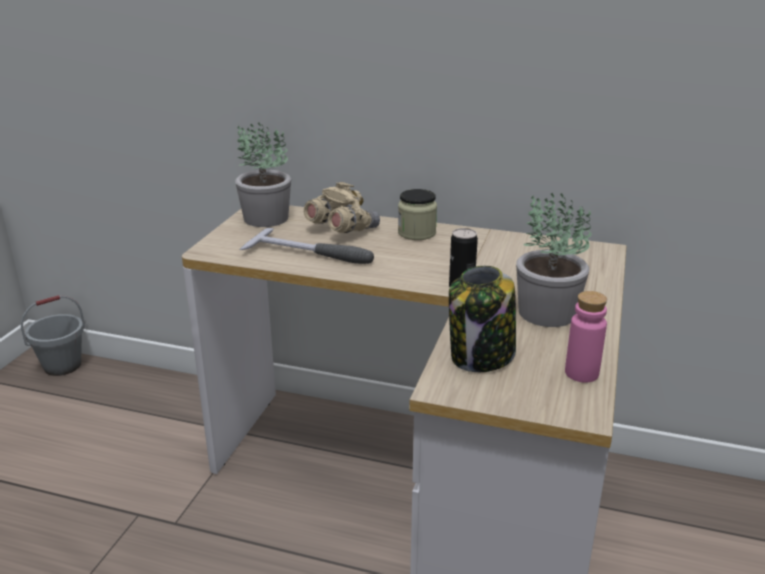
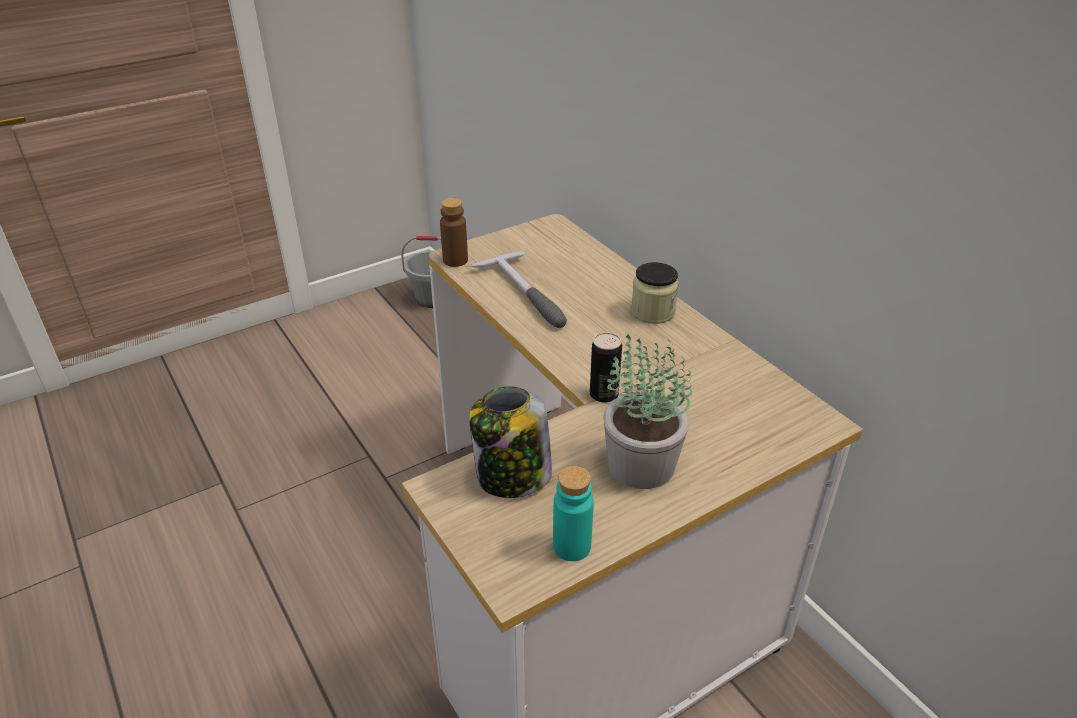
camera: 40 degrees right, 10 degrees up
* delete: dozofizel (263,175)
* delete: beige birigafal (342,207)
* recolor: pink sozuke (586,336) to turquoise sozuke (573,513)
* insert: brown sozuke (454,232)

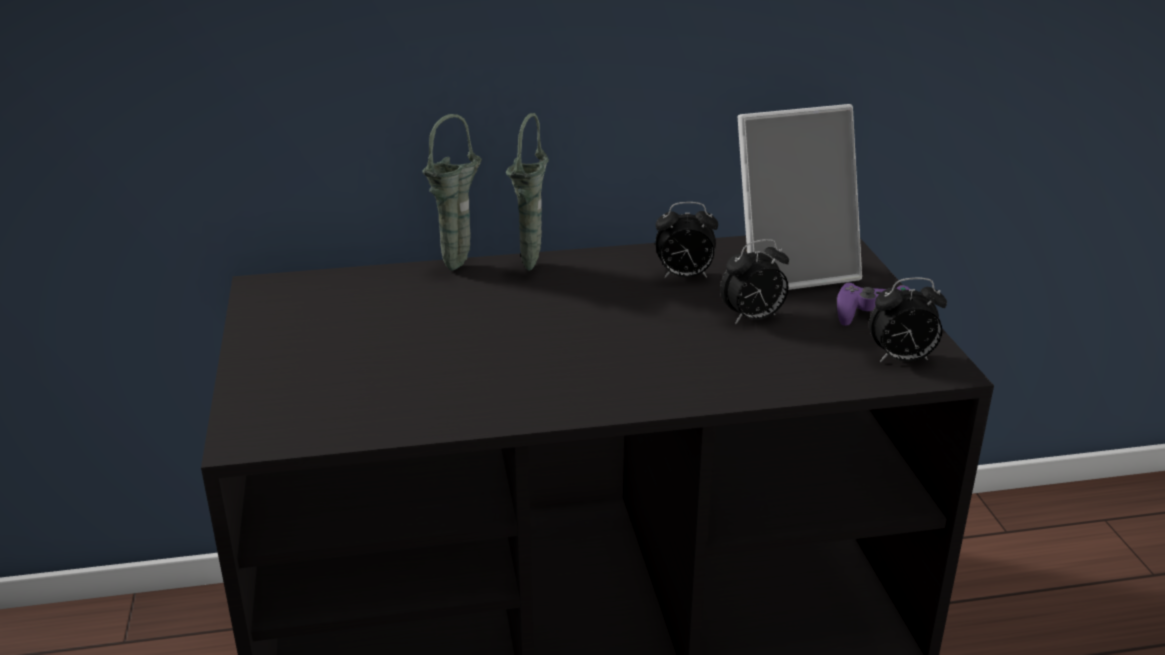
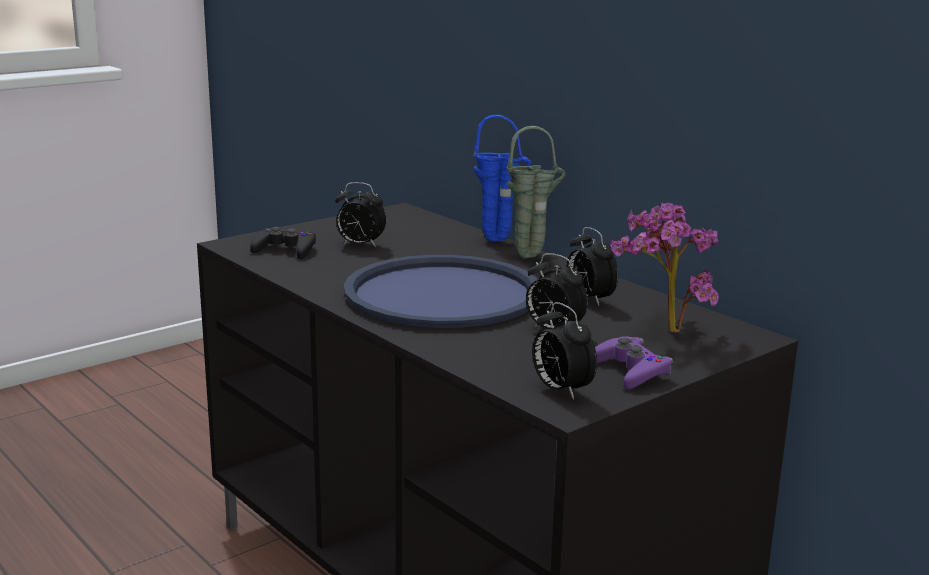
camera: 60 degrees right, 10 degrees down
* recolor: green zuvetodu (452,192) to blue zuvetodu (502,178)
* replace: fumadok (800,197) to dozofizel (664,267)
* insert: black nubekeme (283,243)
* insert: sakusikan (360,214)
* insert: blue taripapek (441,291)

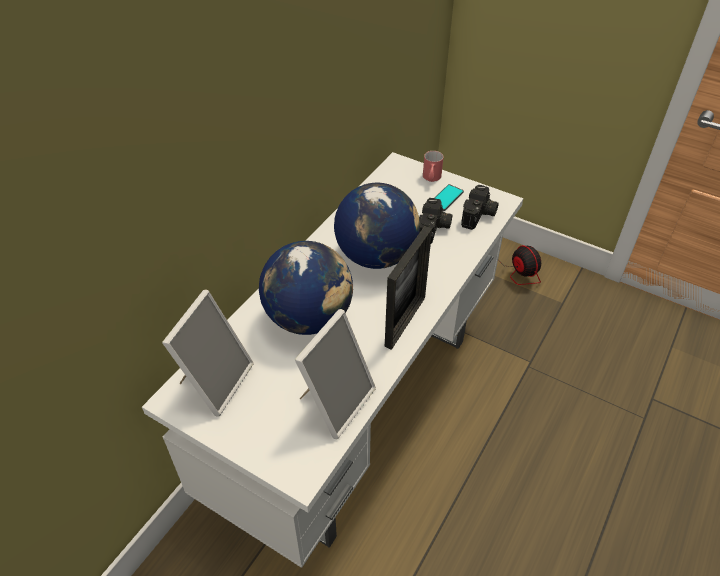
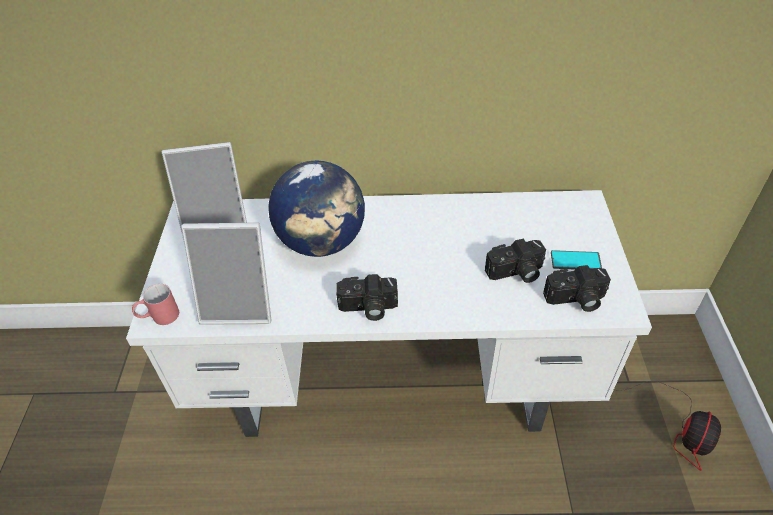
camera: 60 degrees right, 0 degrees up
* delete: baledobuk (377,226)
* replace: fumadok (408,288) to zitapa (367,297)
* move: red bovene (433,166) to (155,304)

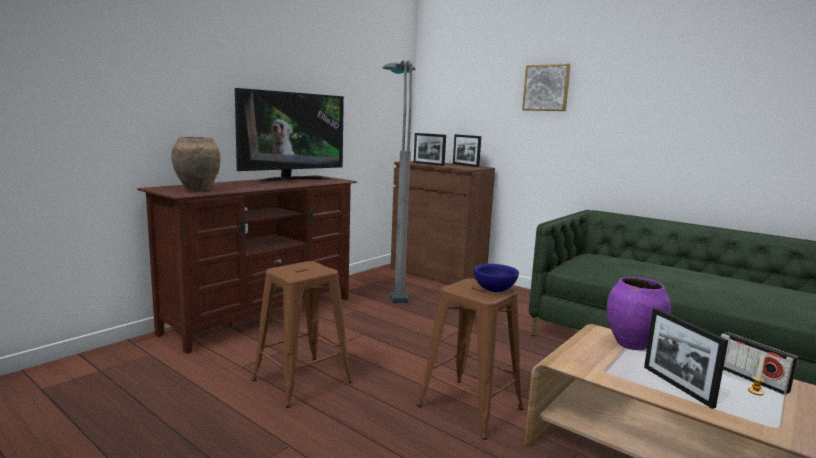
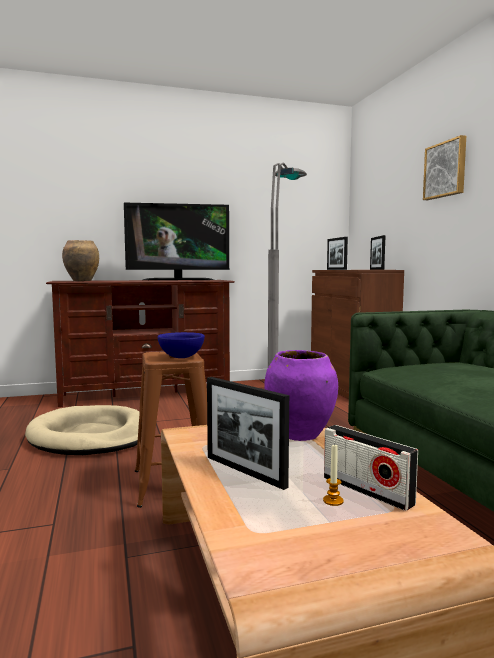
camera: 35 degrees right, 5 degrees down
* replace: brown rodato (302,334) to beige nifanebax (82,430)
* rotate: fumadok (686,358) = (248,433) 60 degrees counterclockwise
* rotate: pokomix (759,363) = (371,468) 45 degrees counterclockwise

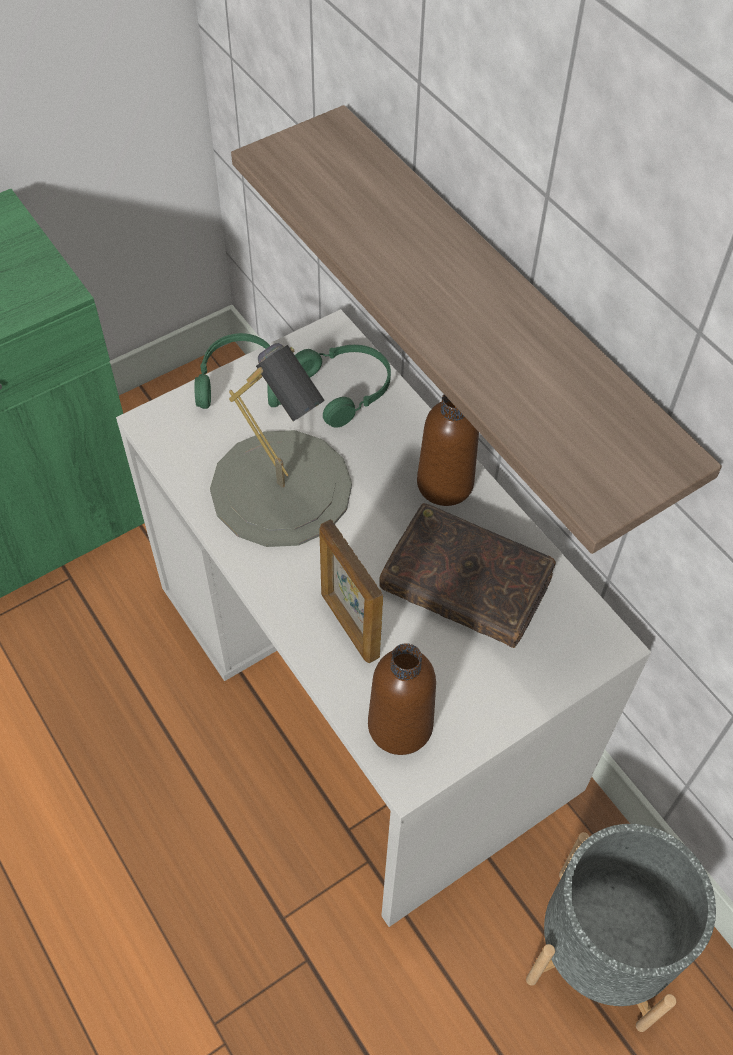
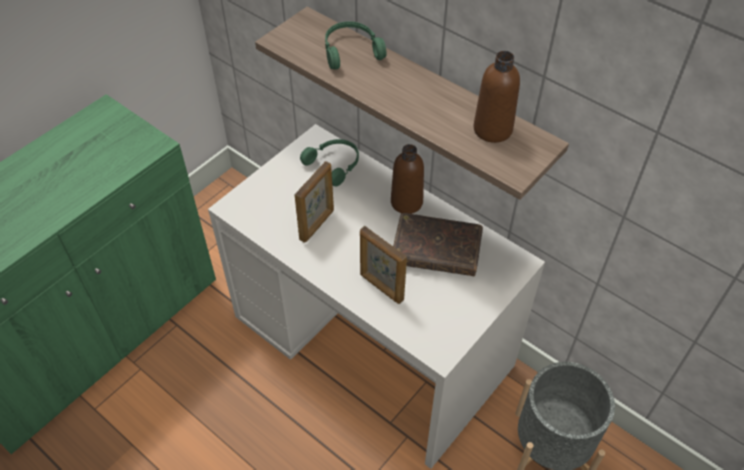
camera: 15 degrees left, 5 degrees down
* move: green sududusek (237,371) to (356,45)
* replace: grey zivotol (281,445) to fumadok (314,202)
* move: brown sozuke (402,699) to (497,97)

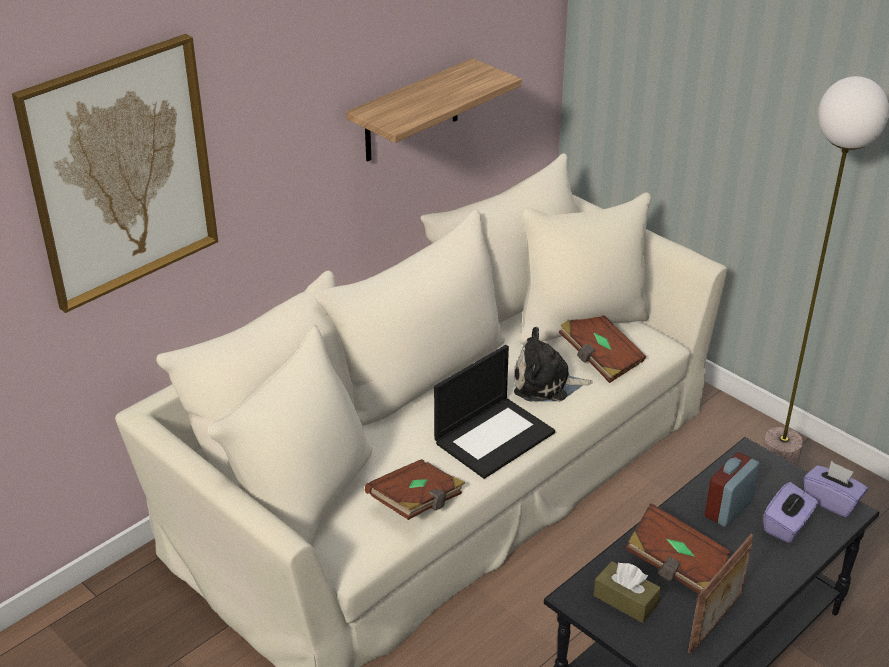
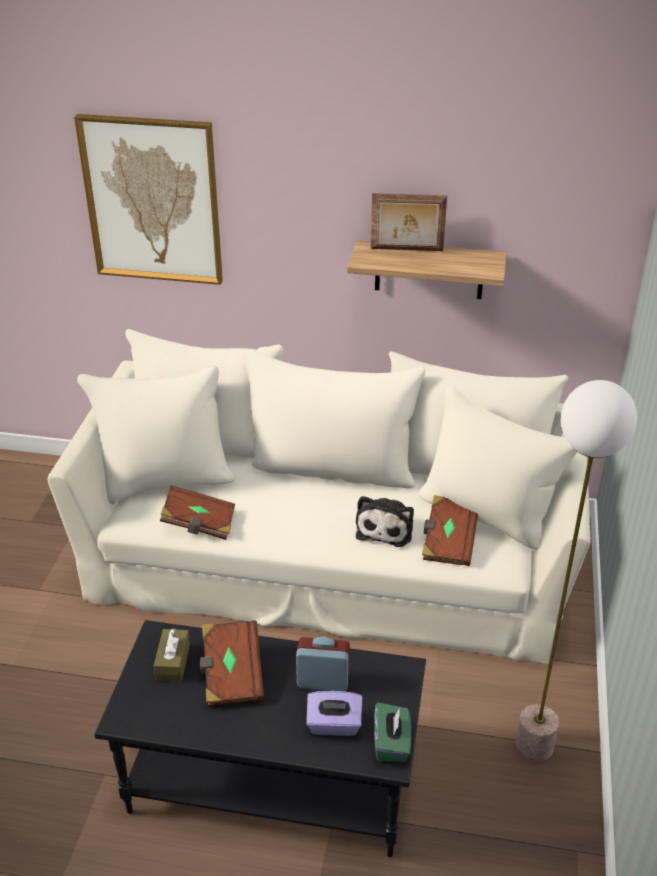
camera: 55 degrees right, 0 degrees up
* delete: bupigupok (494,412)
* rotate: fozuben (553,364) = (385,521) 135 degrees counterclockwise
* move: fumadok (720,593) to (409,222)
* recolor: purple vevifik (836,489) to green vevifik (392,732)

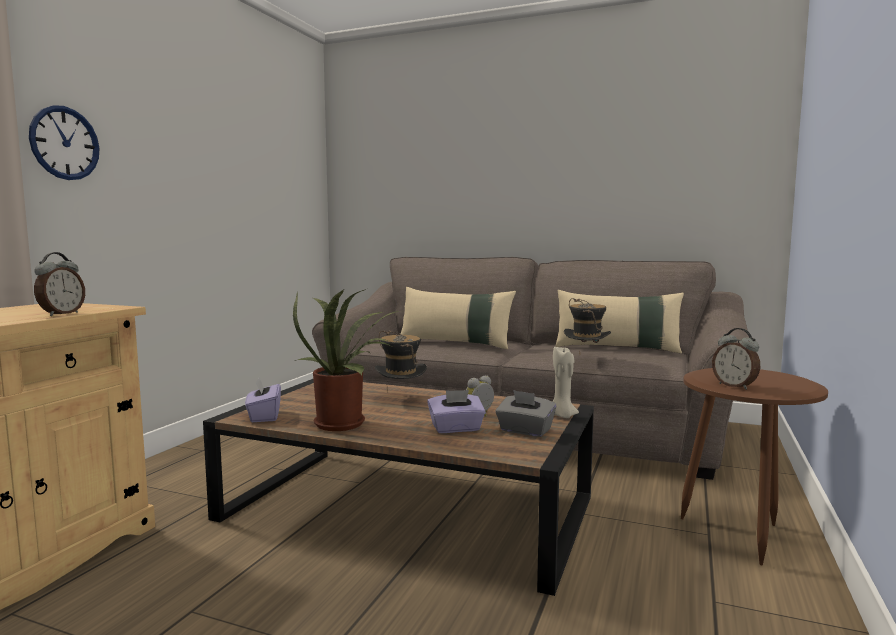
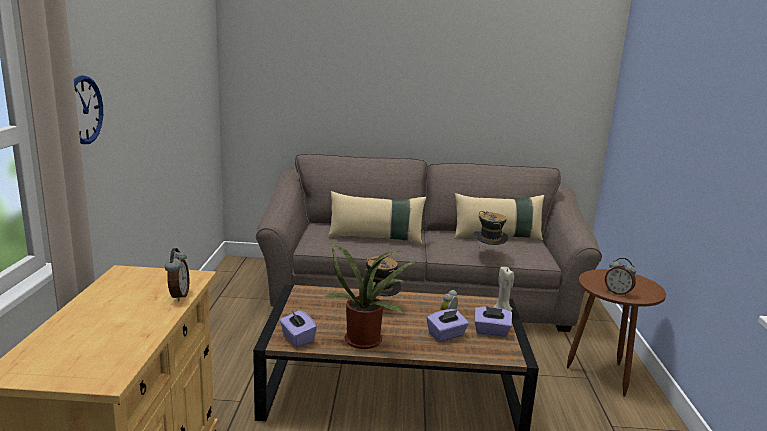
camera: 20 degrees left, 10 degrees up
* recolor: grey vevifik (525,413) to purple vevifik (493,321)

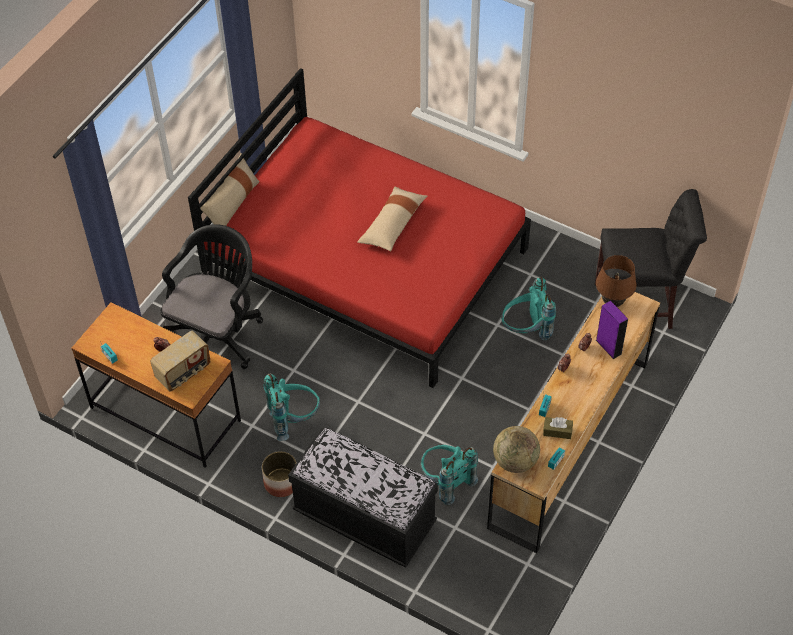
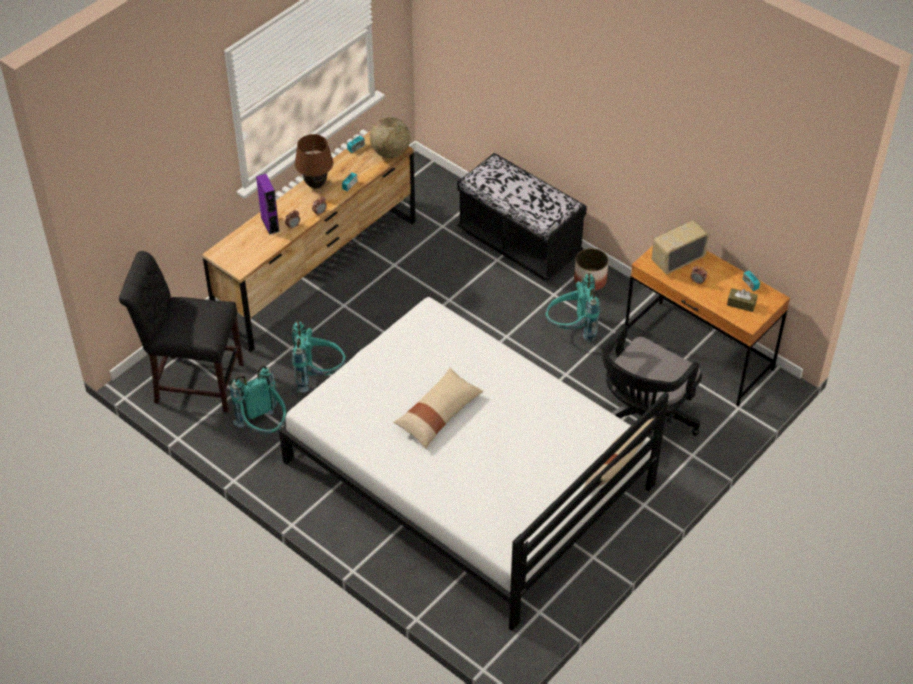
camera: 170 degrees left, 5 degrees down
* recolor: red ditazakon (359,228) to white ditazakon (474,464)
* move: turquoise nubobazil (449,475) to (258,399)
* move: brown vevifik (558,428) to (742,300)
* move: brown zivotol (616,281) to (314,161)

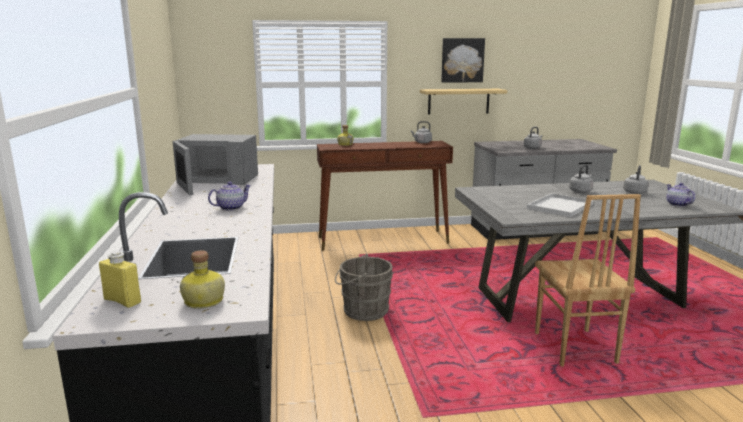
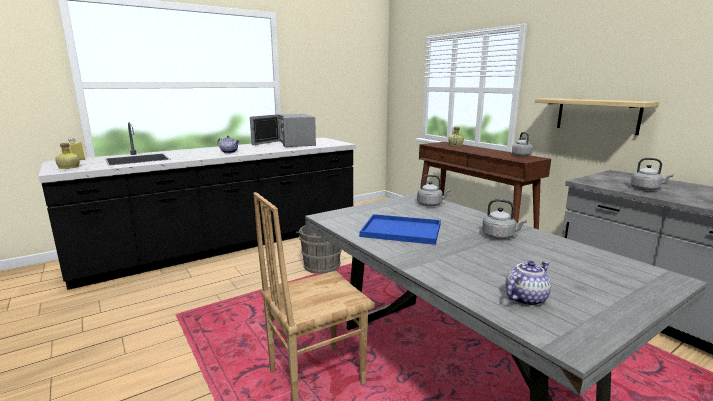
camera: 65 degrees right, 0 degrees up
* delete: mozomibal (463,60)
* recolor: white taripapek (560,205) to blue taripapek (400,229)
* move: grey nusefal (636,179) to (434,190)

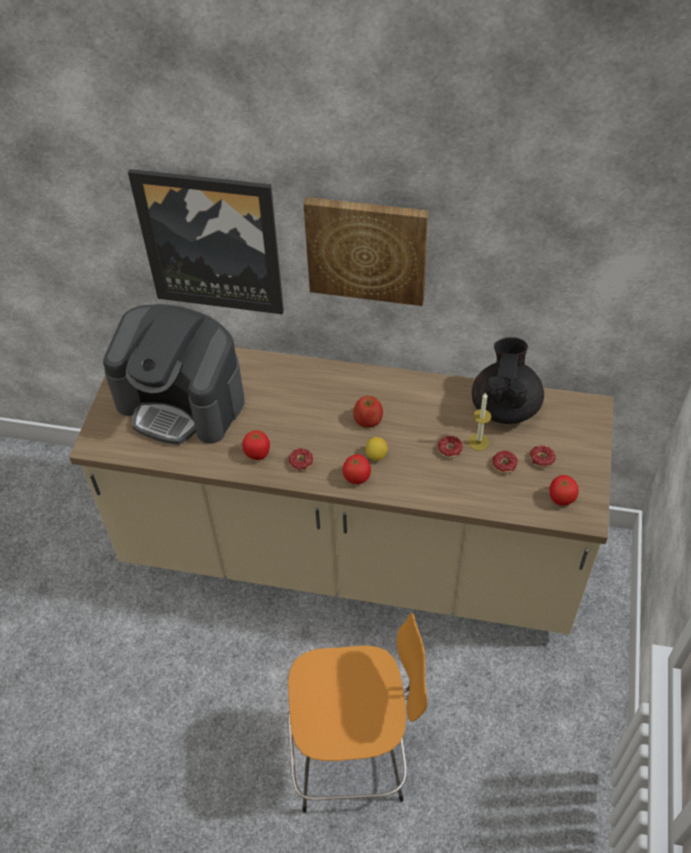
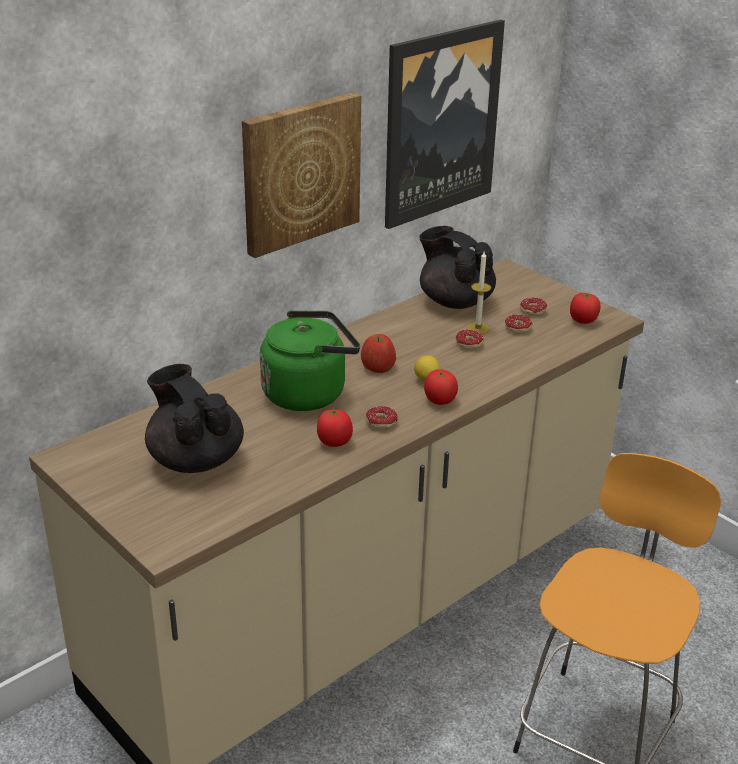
camera: 55 degrees left, 20 degrees down
* replace: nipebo (173,374) to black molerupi (194,418)
* move: mozomibal (206,241) to (445,124)
* insert: green nusefal (310,360)

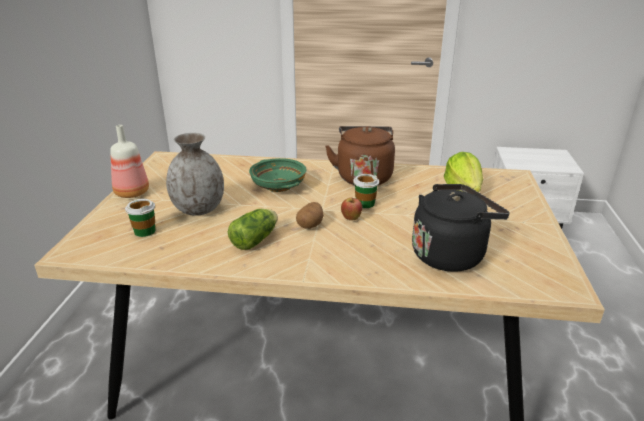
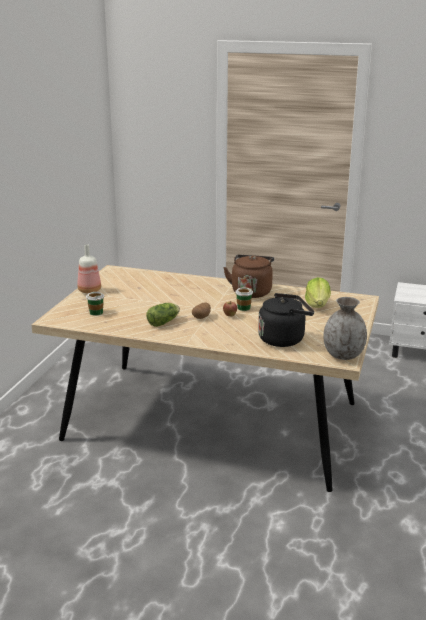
camera: 10 degrees right, 5 degrees down
* move: grey zuvetodu (195,174) to (345,328)
* delete: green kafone (278,175)

